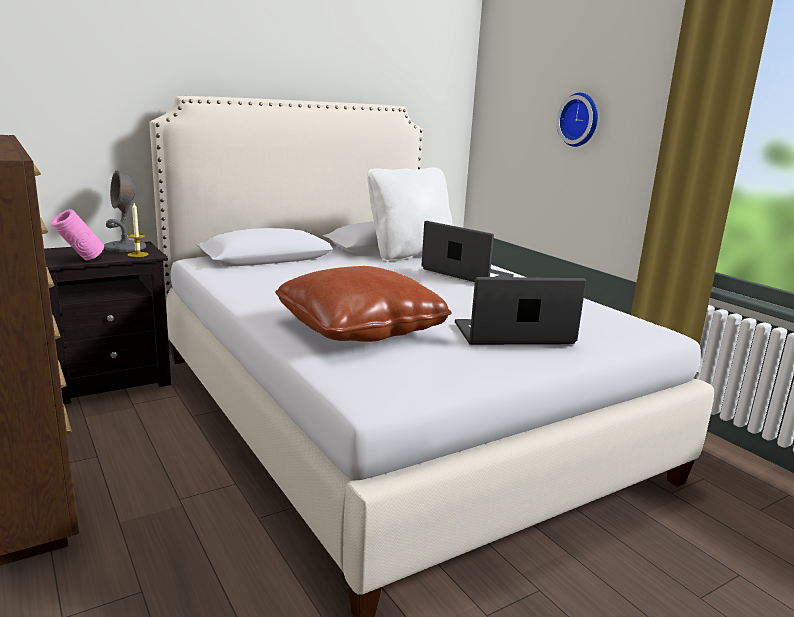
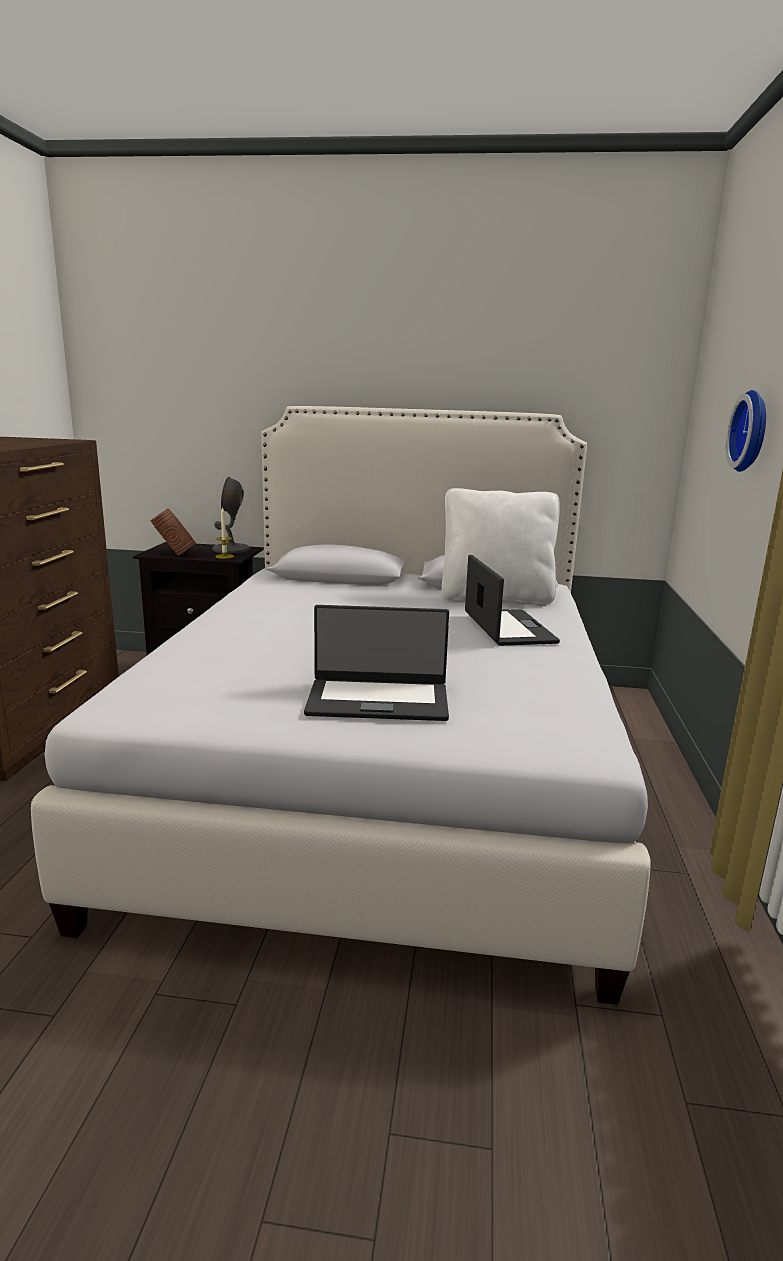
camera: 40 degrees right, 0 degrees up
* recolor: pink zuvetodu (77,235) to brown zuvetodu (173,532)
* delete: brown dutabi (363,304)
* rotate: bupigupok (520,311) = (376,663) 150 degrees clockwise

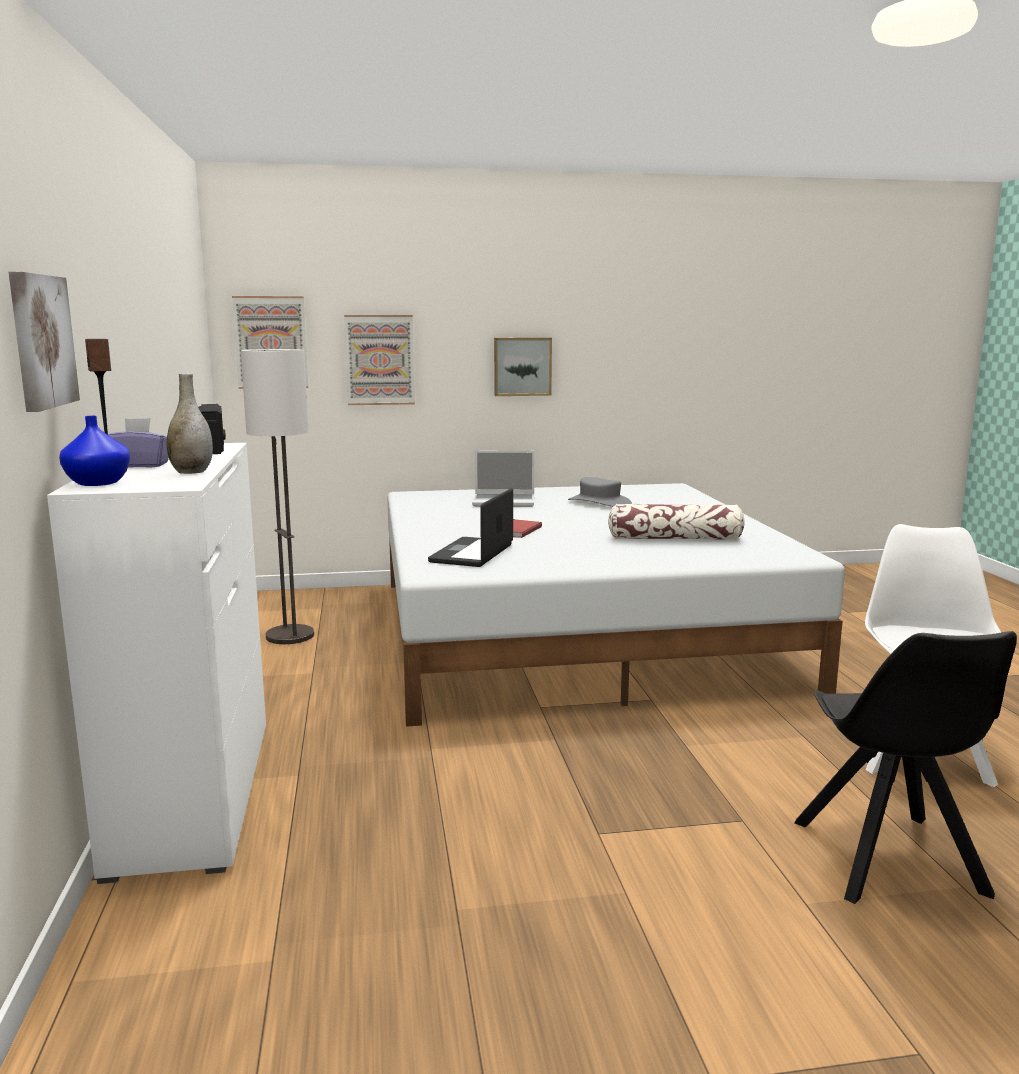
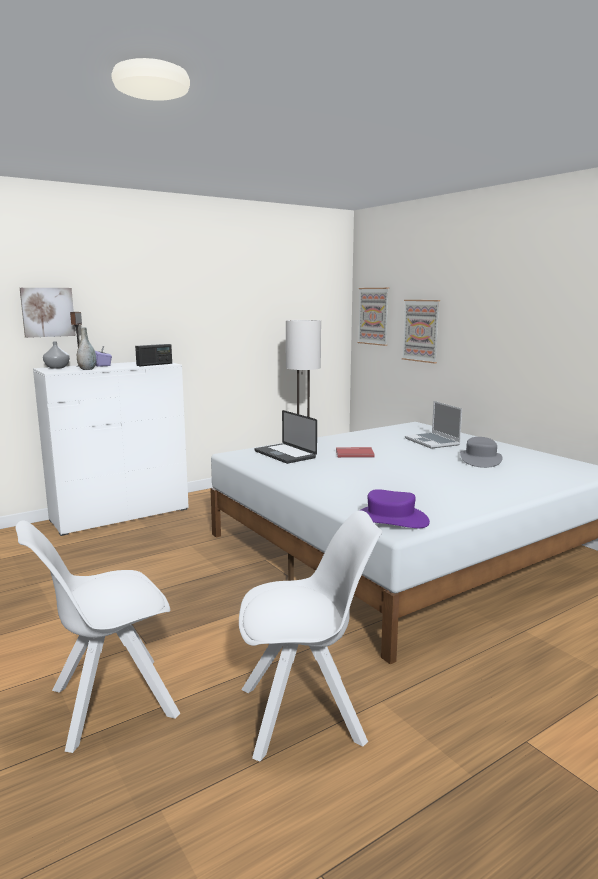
camera: 65 degrees right, 0 degrees up
* recolor: blue zuvetodu (94,451) to grey zuvetodu (56,355)
* rotate: bupigupok (470,527) = (286,437) 120 degrees counterclockwise
* delete: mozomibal (523,367)
* delete: dutabi (676,522)
* recolor: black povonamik (905,767) to white povonamik (98,637)
* insert: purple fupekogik (394,508)

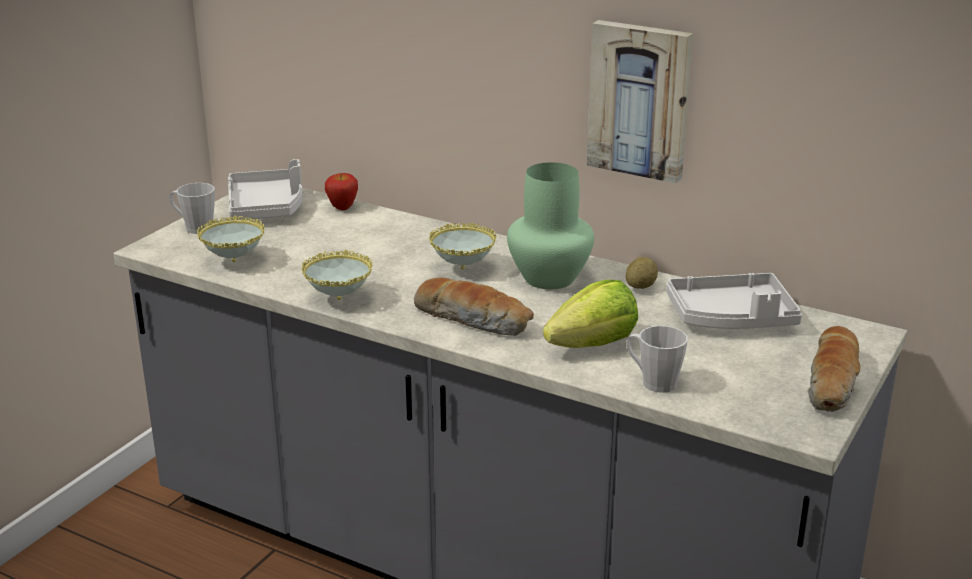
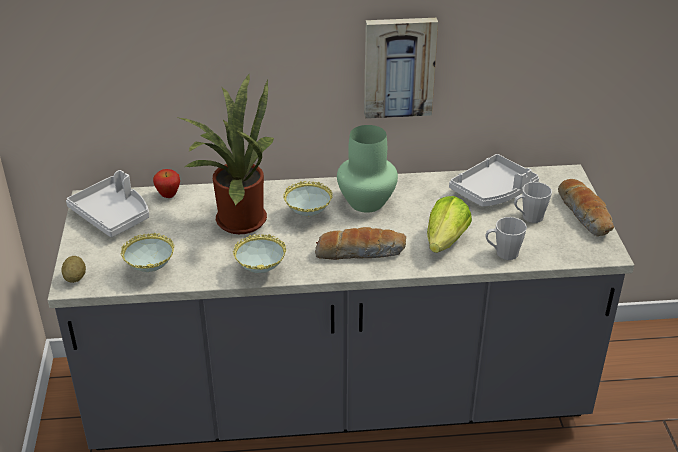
camera: 35 degrees left, 10 degrees up
* move: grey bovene (192,208) to (533,202)
* move: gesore (642,273) to (73,269)
* insert: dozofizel (227,153)

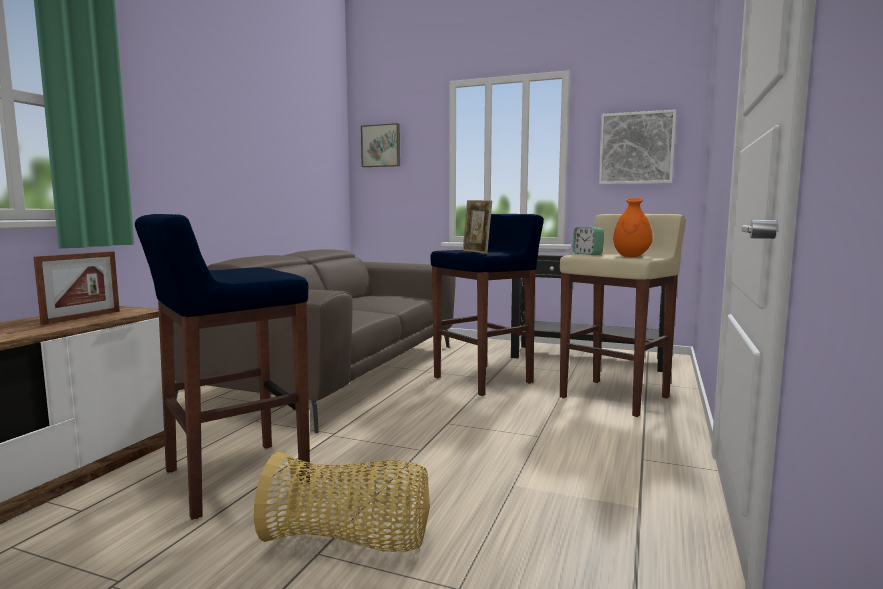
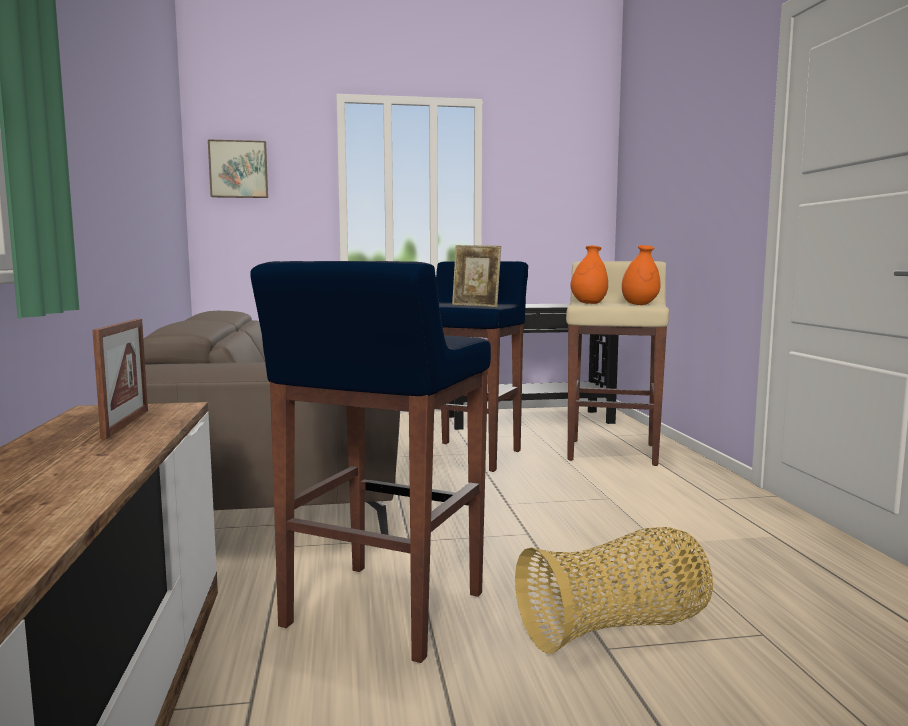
camera: 30 degrees left, 0 degrees up
* replace: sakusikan (588,241) to orange zuvetodu (589,275)
* delete: mozomibal (637,147)

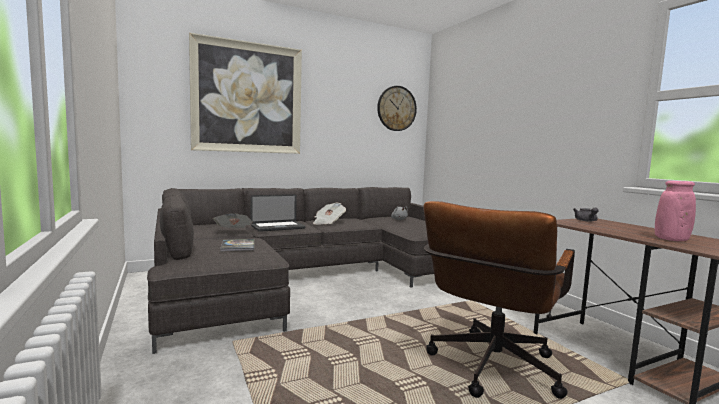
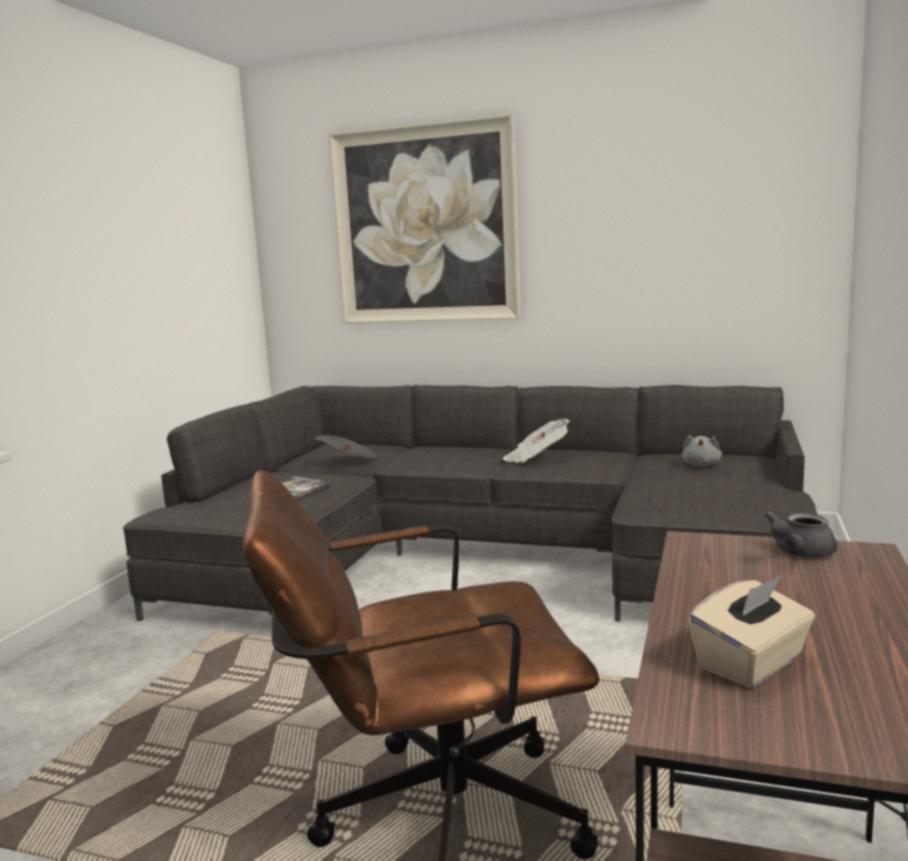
camera: 45 degrees right, 5 degrees up
* delete: bupigupok (278,213)
* delete: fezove (397,108)
* replace: pink zuvetodu (675,211) to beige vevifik (752,632)

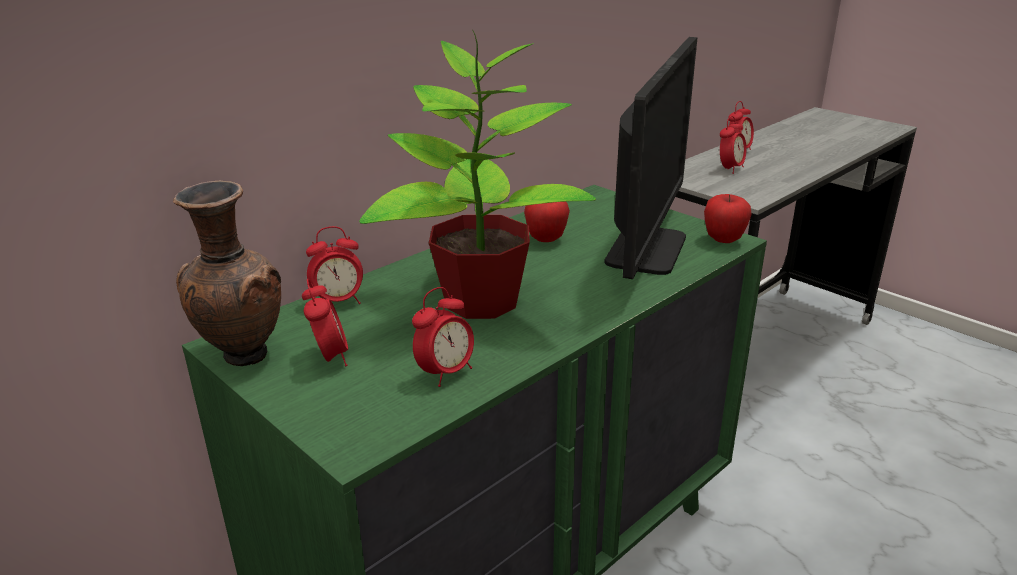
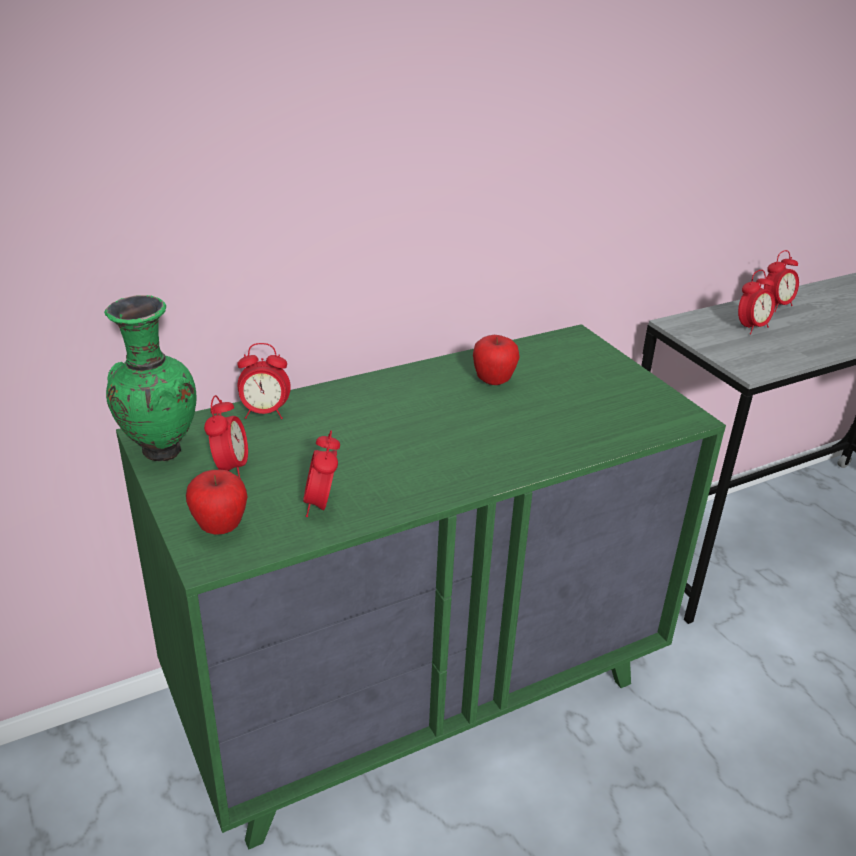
camera: 15 degrees right, 5 degrees up
* recolor: brown zuvetodu (227,273) to green zuvetodu (150,378)
* delete: dozofizel (477,175)
* rotate: sakusikan (443,337) = (321,473) 120 degrees clockwise
* delete: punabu (650,158)
* move: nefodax (727,218) to (217,502)

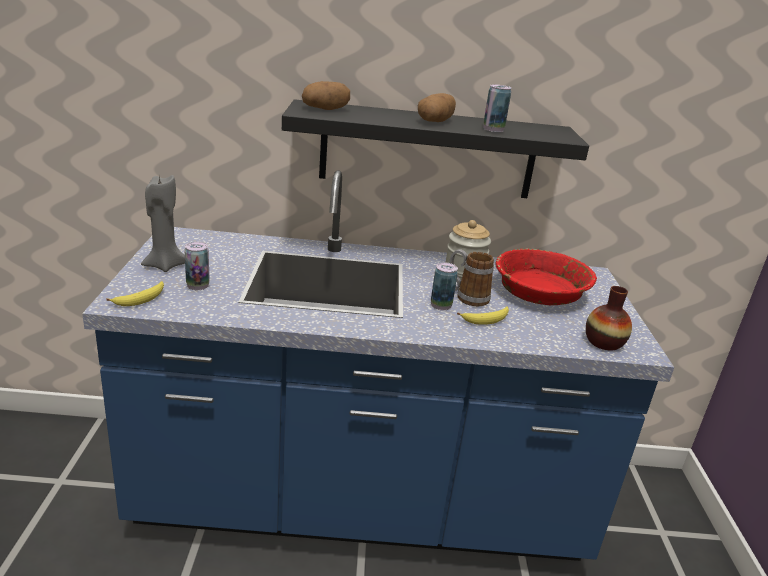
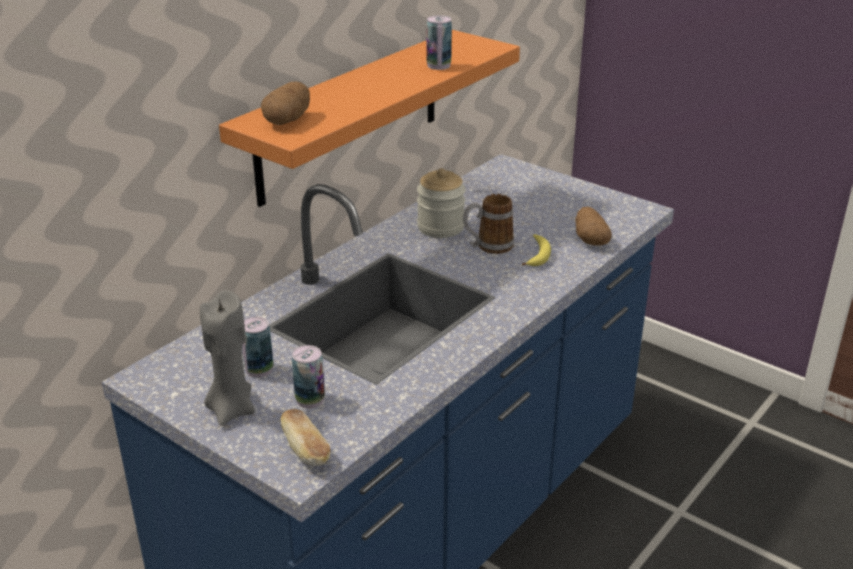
camera: 50 degrees left, 5 degrees up
* replace: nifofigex (135,293) to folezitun (305,437)
* recolor: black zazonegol (435,148) to orange zazonegol (369,118)
* move: gesore (437,107) to (593,226)
* move: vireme (444,286) to (257,347)
* delete: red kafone (546,276)
* delete: zuvetodu (609,318)

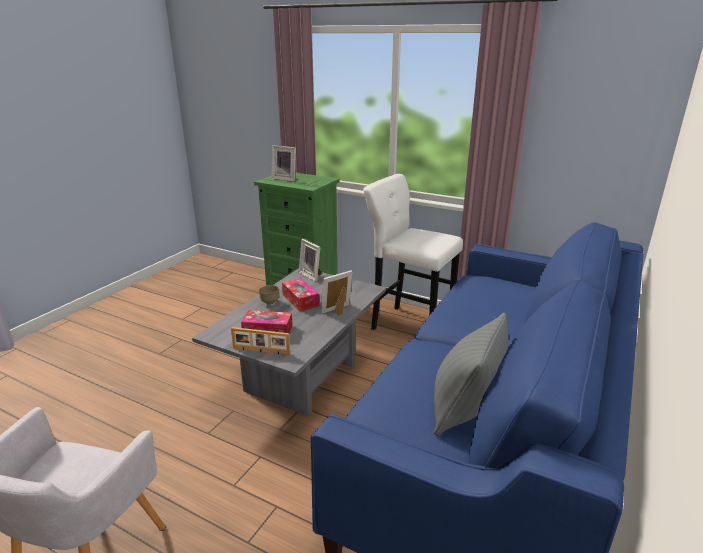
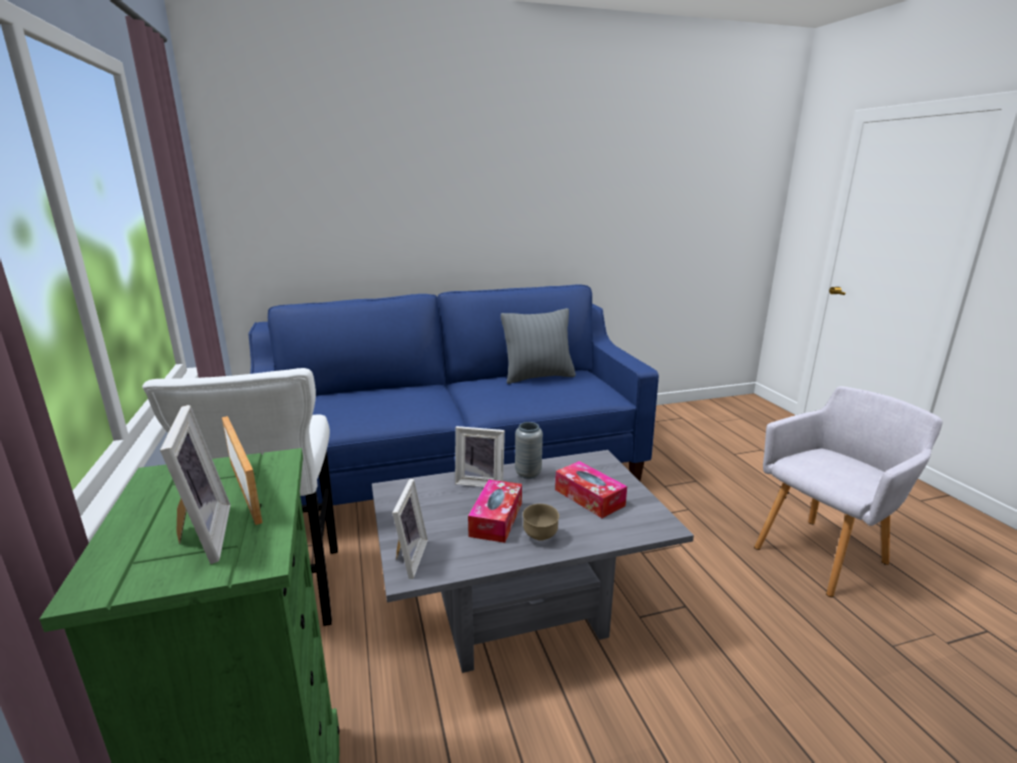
camera: 135 degrees left, 5 degrees down
* move: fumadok (260,341) to (242,470)
* insert: grey zuvetodu (529,450)

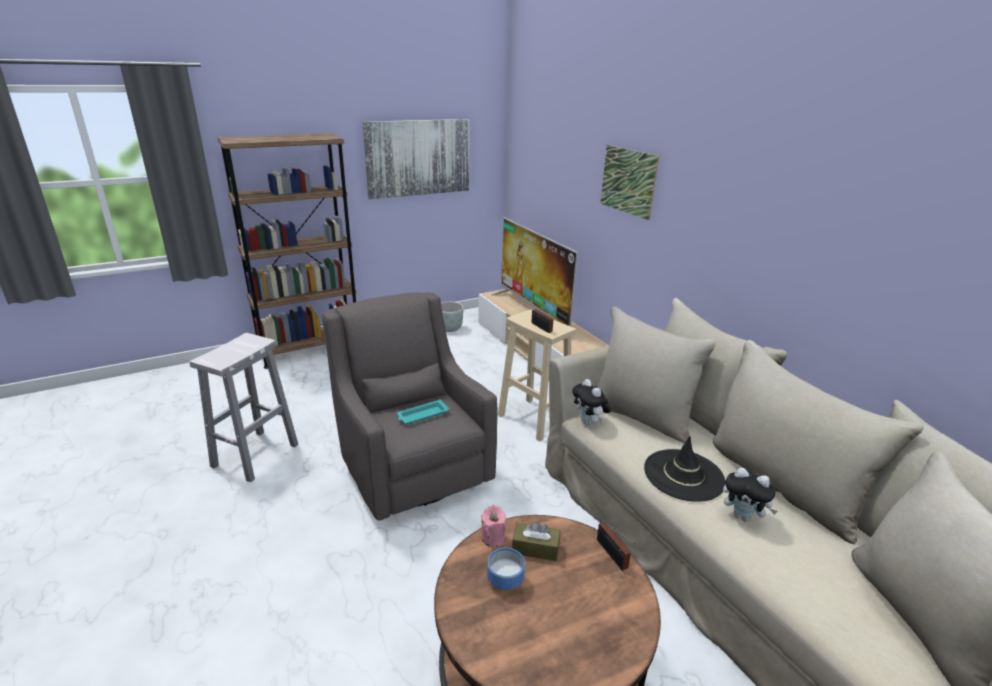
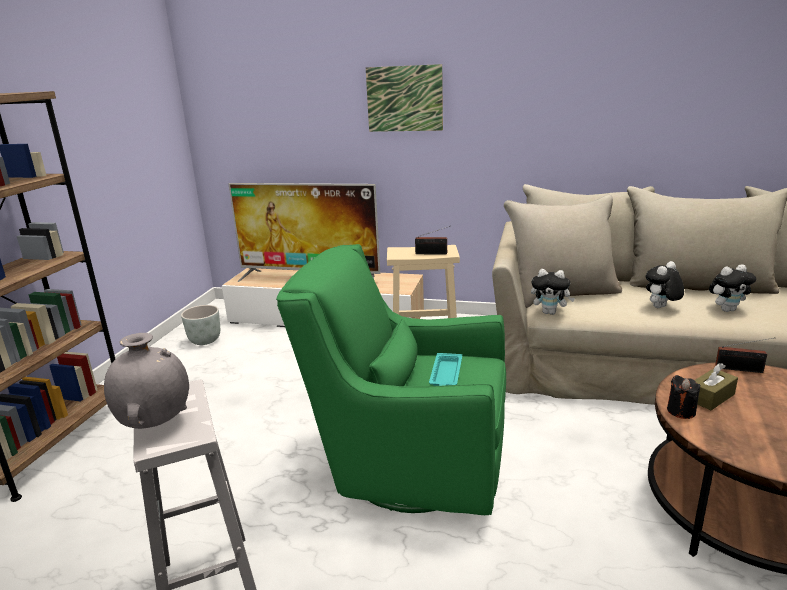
camera: 45 degrees left, 5 degrees down
* recolor: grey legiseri (409,406) to green legiseri (391,379)
* delete: mozomibal (416,159)
* recolor: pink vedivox (493,526) to black vedivox (683,397)
* delete: kafone (506,569)
* replace: black fupekogik (685,469) to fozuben (665,284)
* insert: grey zuvetodu (146,381)

